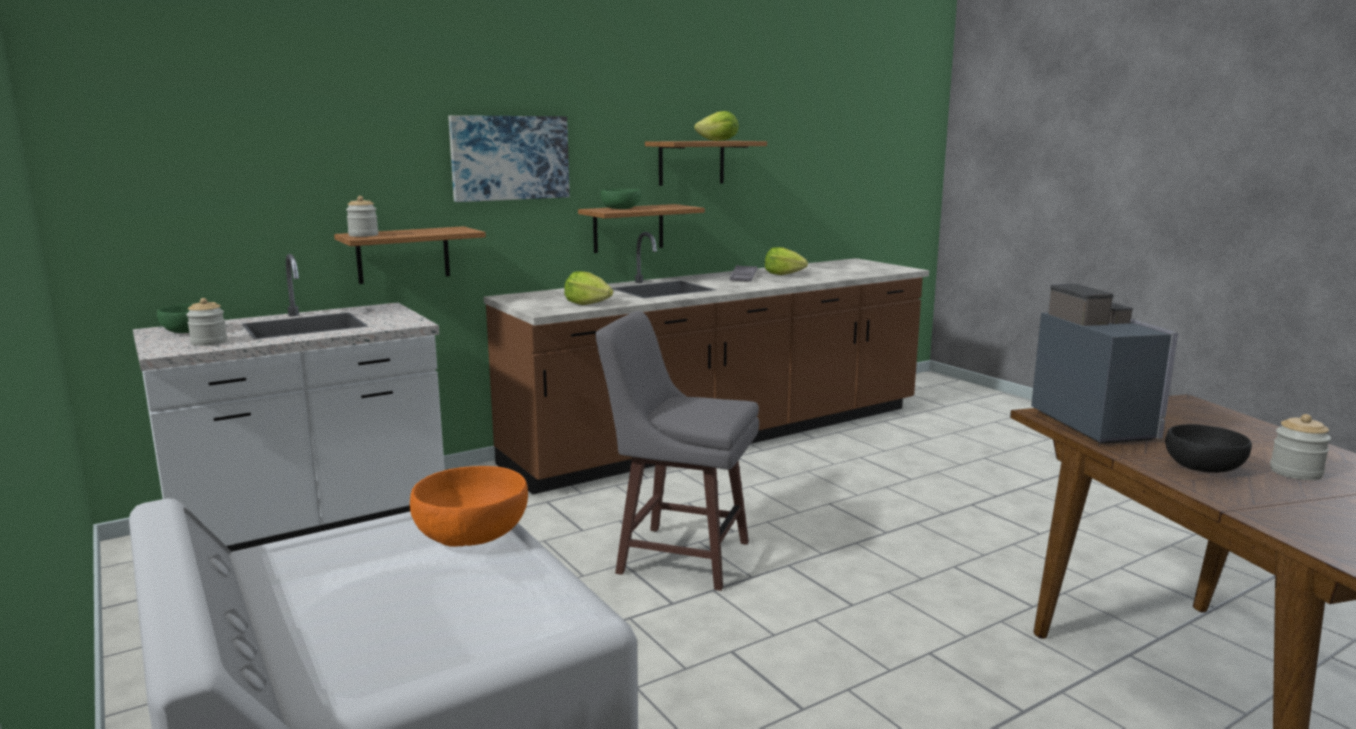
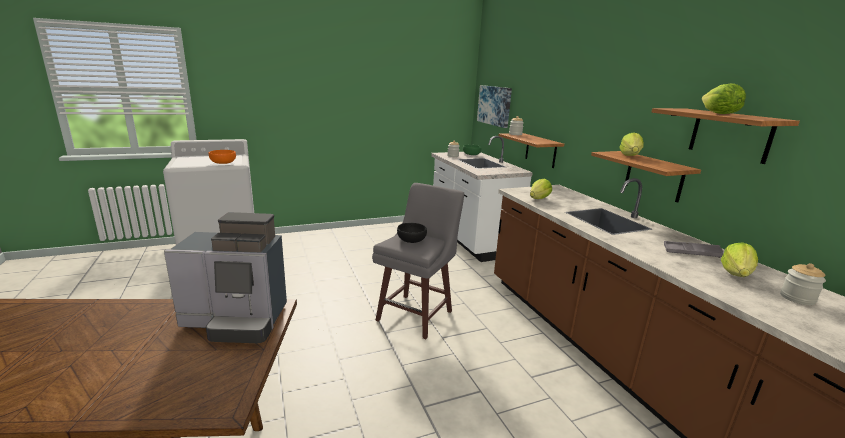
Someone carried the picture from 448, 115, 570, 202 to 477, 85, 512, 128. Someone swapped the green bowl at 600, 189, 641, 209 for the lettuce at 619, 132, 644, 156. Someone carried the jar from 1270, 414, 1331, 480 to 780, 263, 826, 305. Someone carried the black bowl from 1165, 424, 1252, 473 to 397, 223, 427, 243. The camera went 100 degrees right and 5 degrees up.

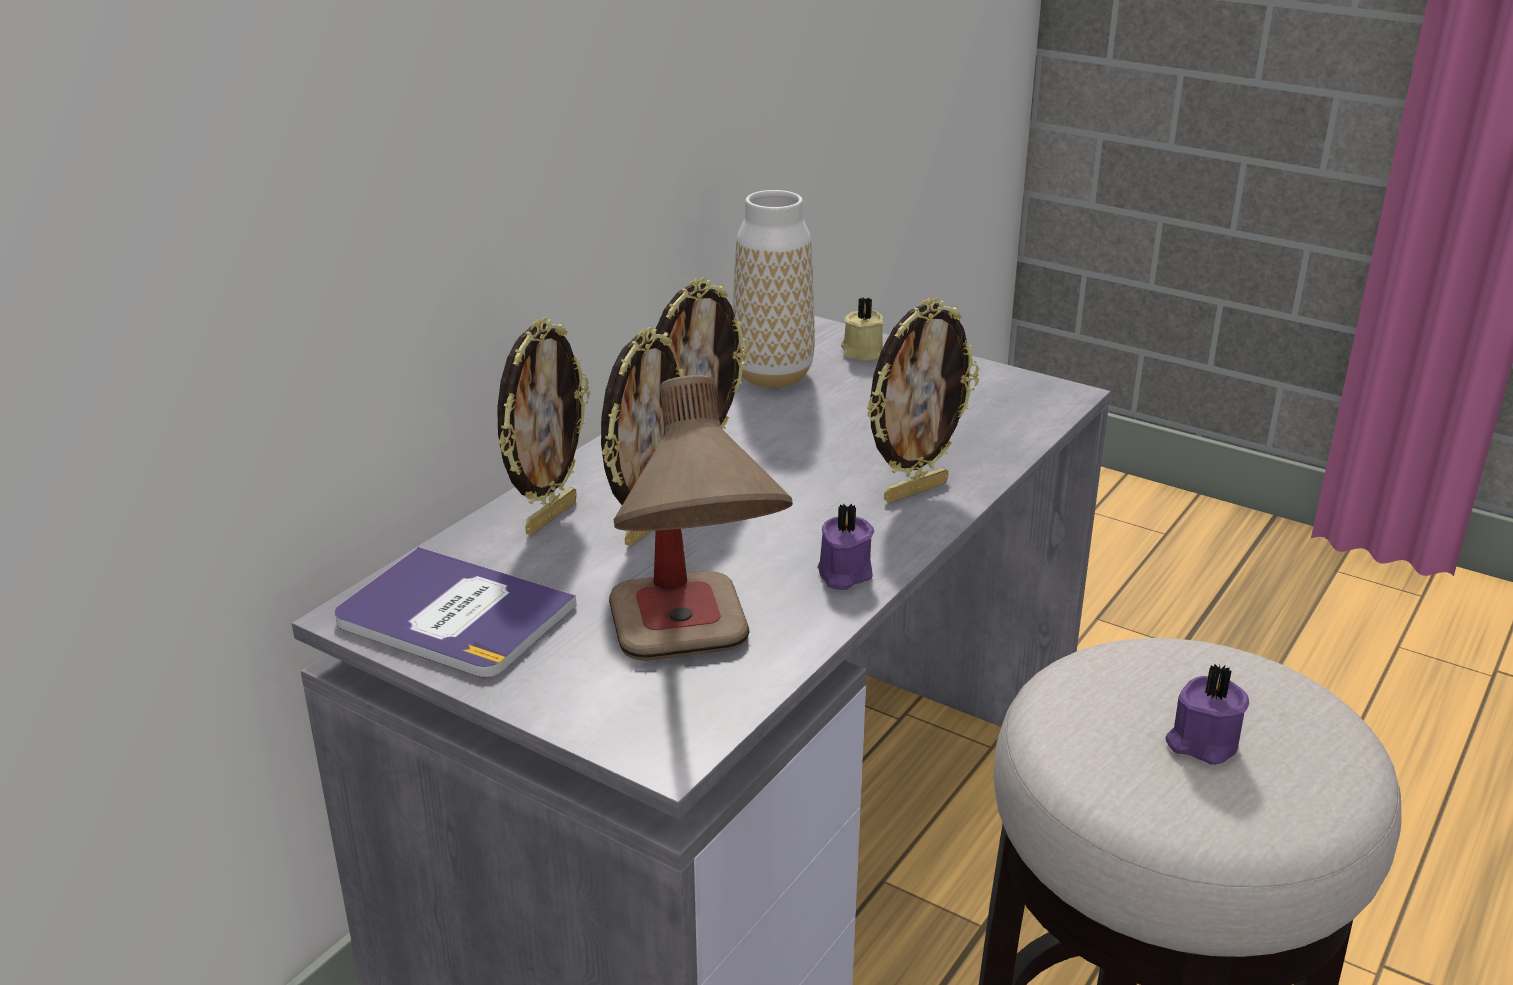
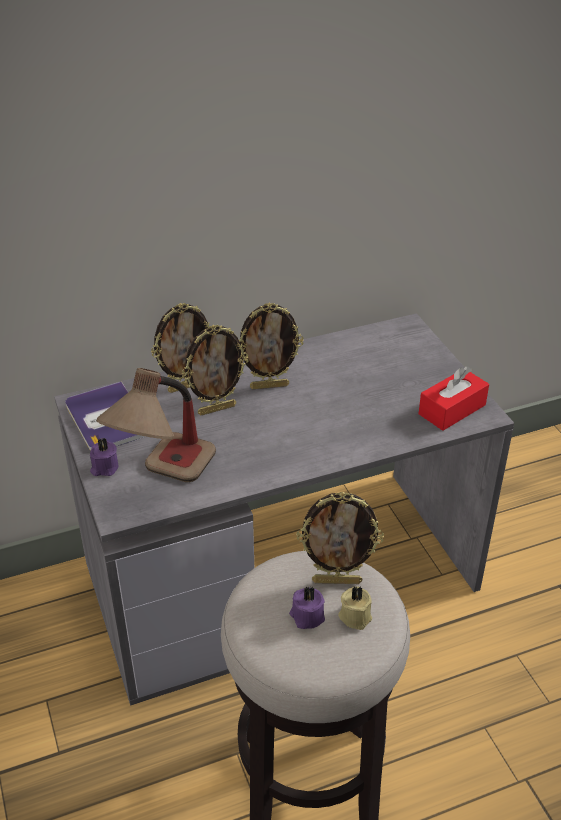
Someone took away the vase at 733, 190, 815, 388. Someone carried the beige candle from 841, 298, 884, 361 to 338, 586, 372, 630. Someone carried the picture frame from 866, 298, 979, 503 to 296, 491, 384, 584. Someone carried the purple candle from 817, 503, 874, 590 to 90, 438, 119, 476. Someone put down the red tissue box at 419, 366, 489, 431. The camera went 35 degrees right and 10 degrees up.

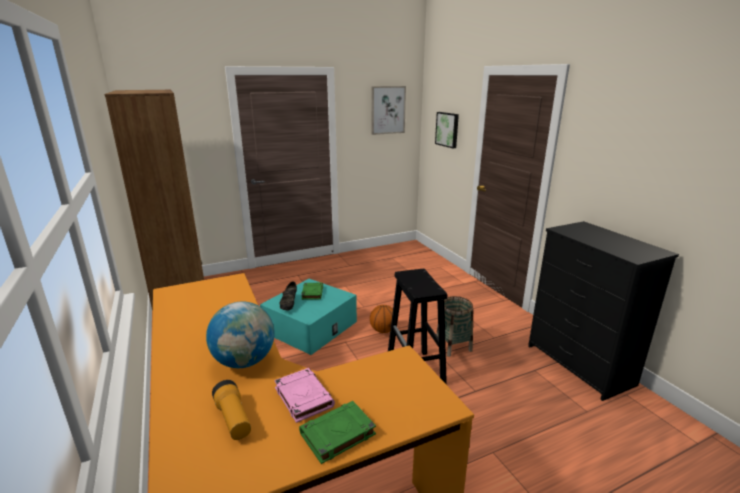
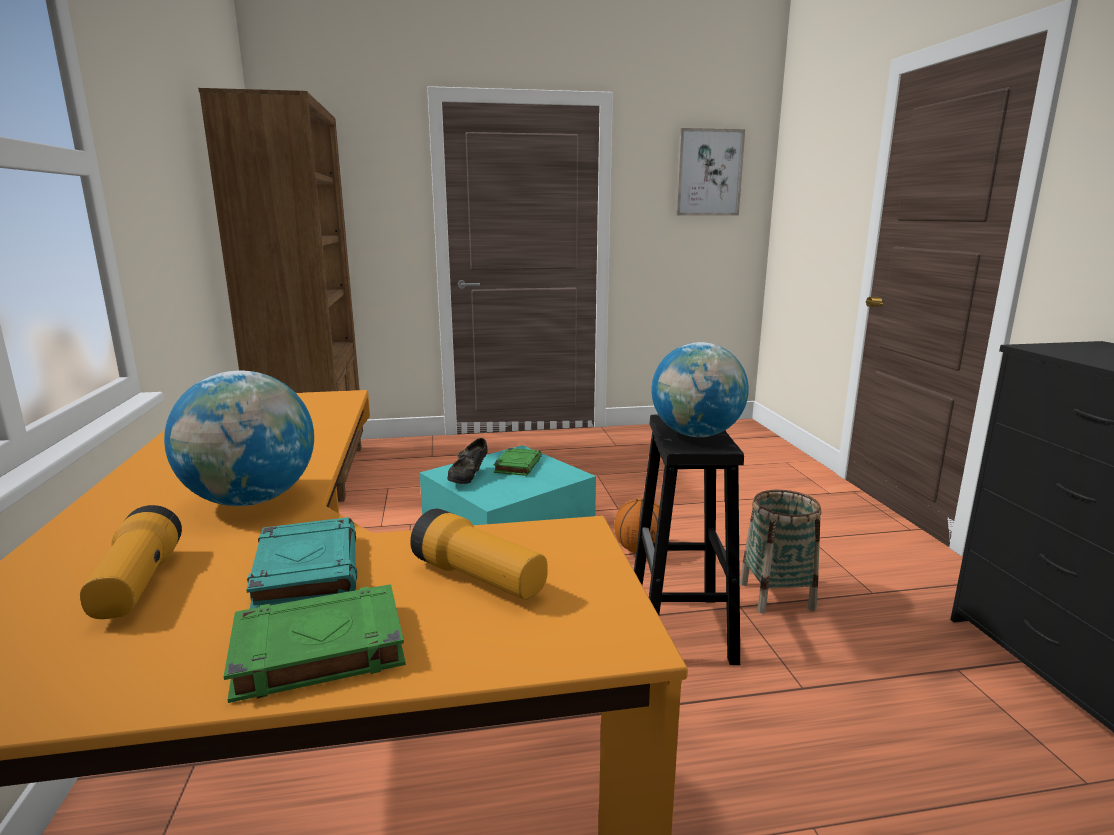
Someone took away the picture at 435, 112, 459, 148. Someone repainted the pink book at 274, 368, 335, 423, which became the turquoise book at 246, 517, 357, 609. Someone put down the globe at 651, 342, 749, 437. Someone put down the flashlight at 410, 509, 548, 600. The camera went 15 degrees right and 5 degrees down.

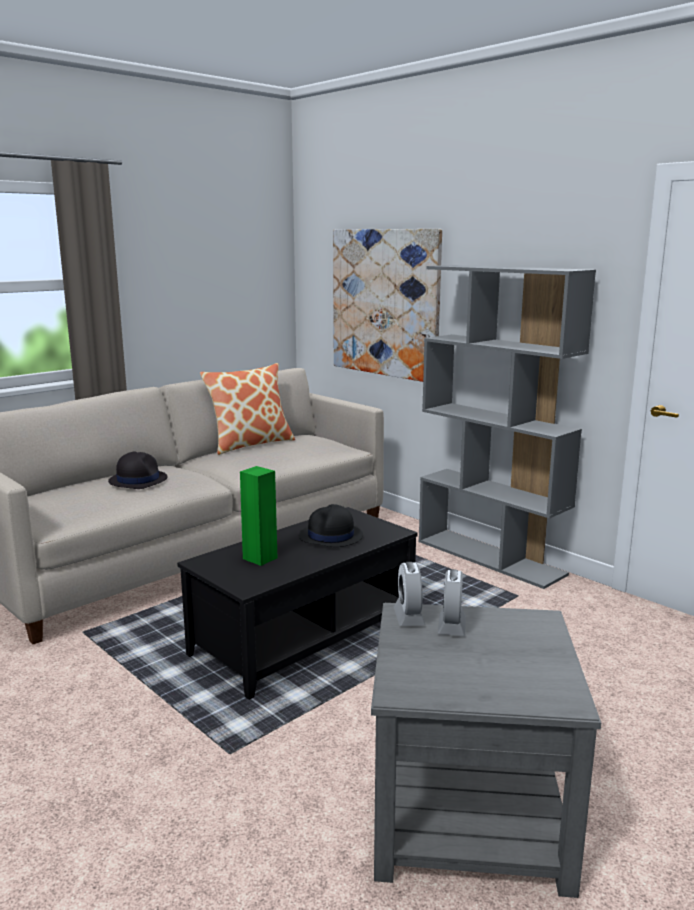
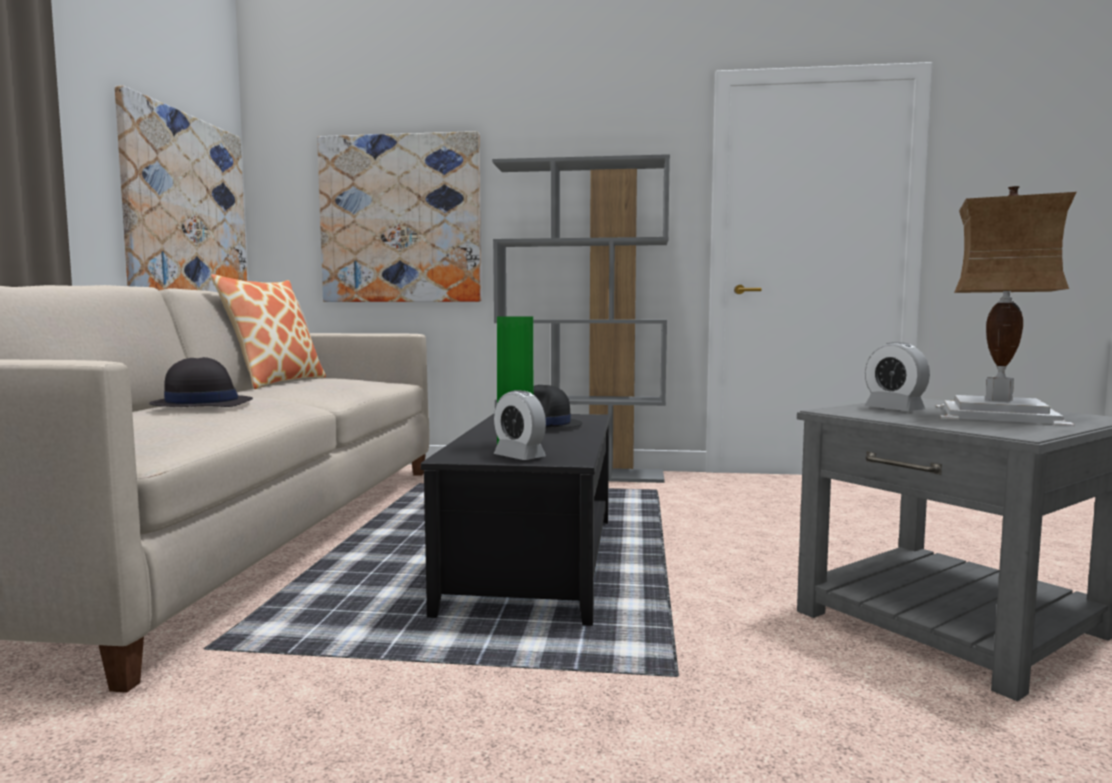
Someone carried the alarm clock from 394, 562, 426, 626 to 494, 390, 546, 460. Someone put up the picture at 115, 85, 247, 292. Someone put down the table lamp at 936, 186, 1077, 426. The camera went 40 degrees left and 10 degrees down.

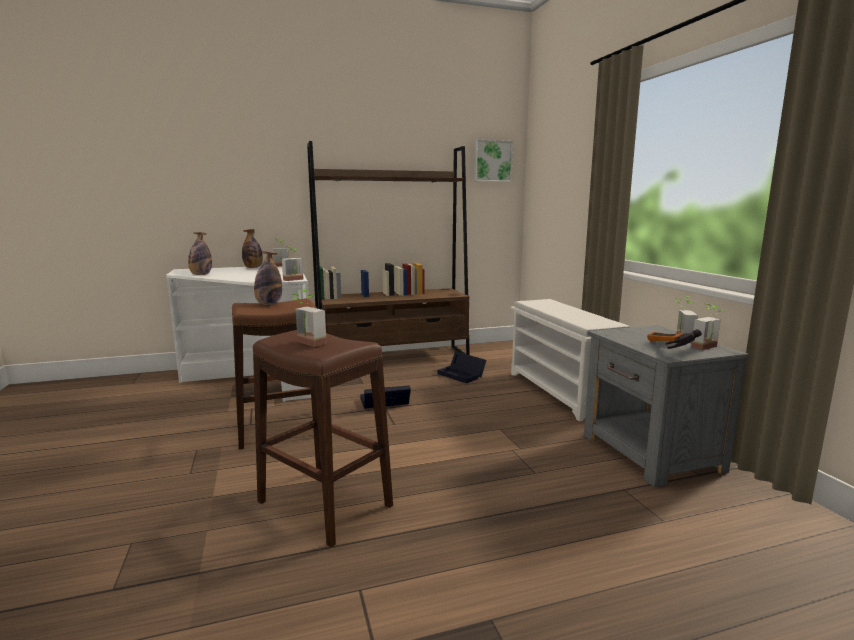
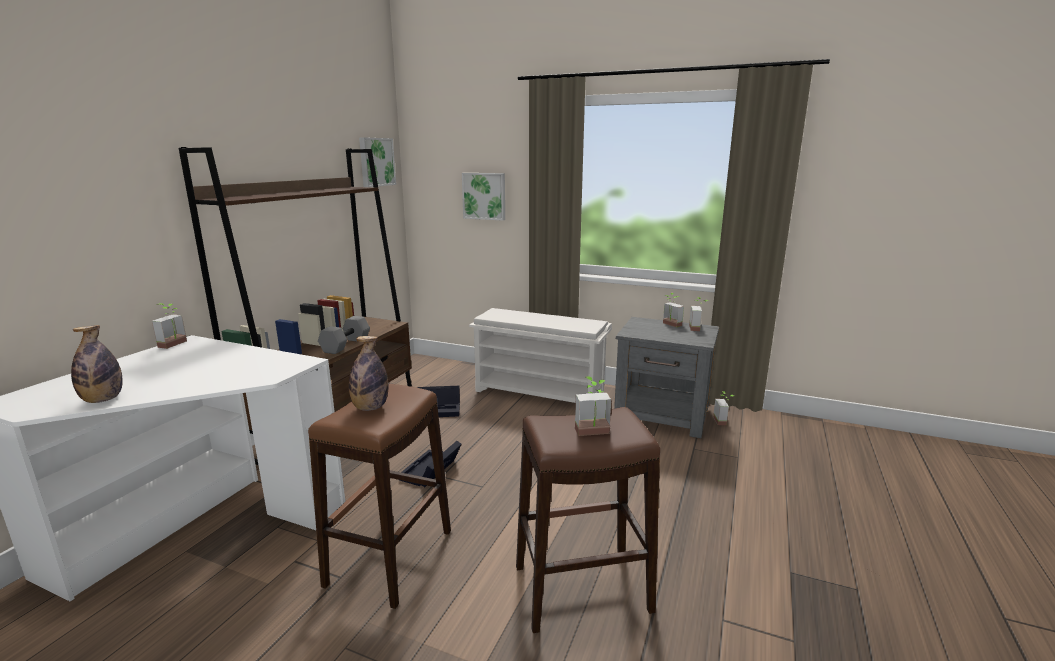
Someone took away the bottle at 242, 229, 263, 268. Someone carried the potted plant from 282, 247, 304, 281 to 713, 391, 735, 425. Someone took away the hammer at 647, 329, 702, 349. Someone put up the picture at 462, 173, 505, 221. Someone put down the grey dumbbell at 318, 316, 370, 354. The camera went 50 degrees left and 5 degrees up.

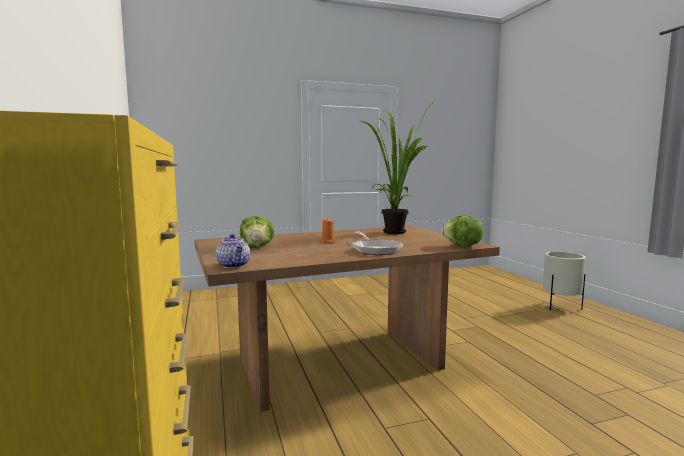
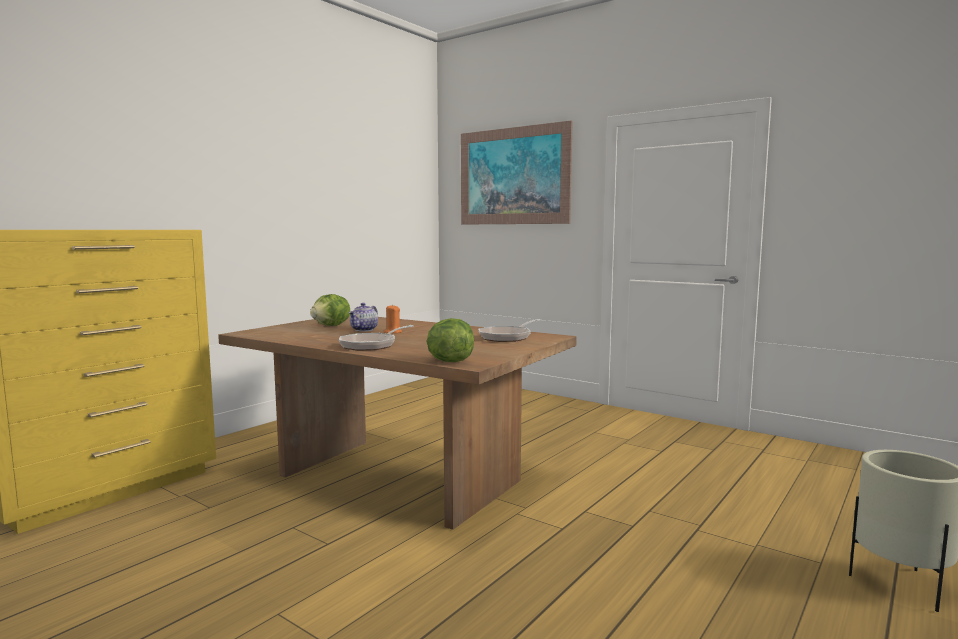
Someone swapped the potted plant at 360, 102, 433, 234 for the frying pan at 478, 319, 542, 342. Someone carried the teapot from 216, 234, 250, 269 to 349, 303, 378, 332. Someone put up the picture at 461, 121, 573, 224. The camera went 55 degrees right and 0 degrees up.

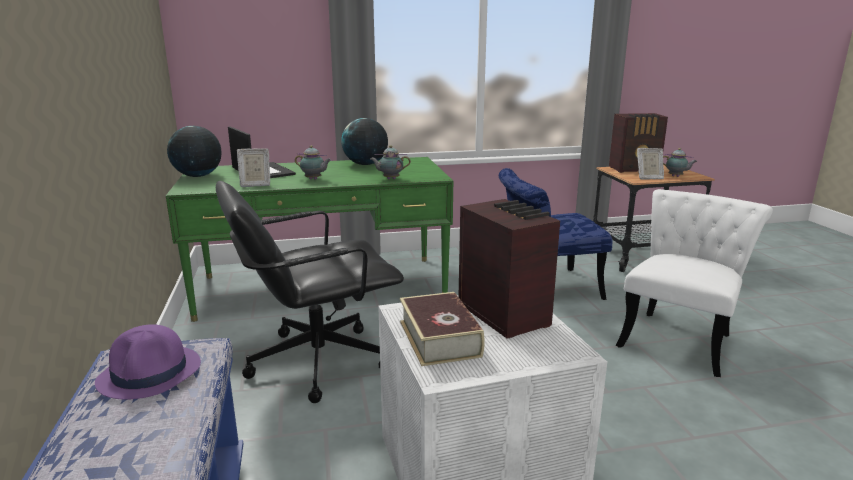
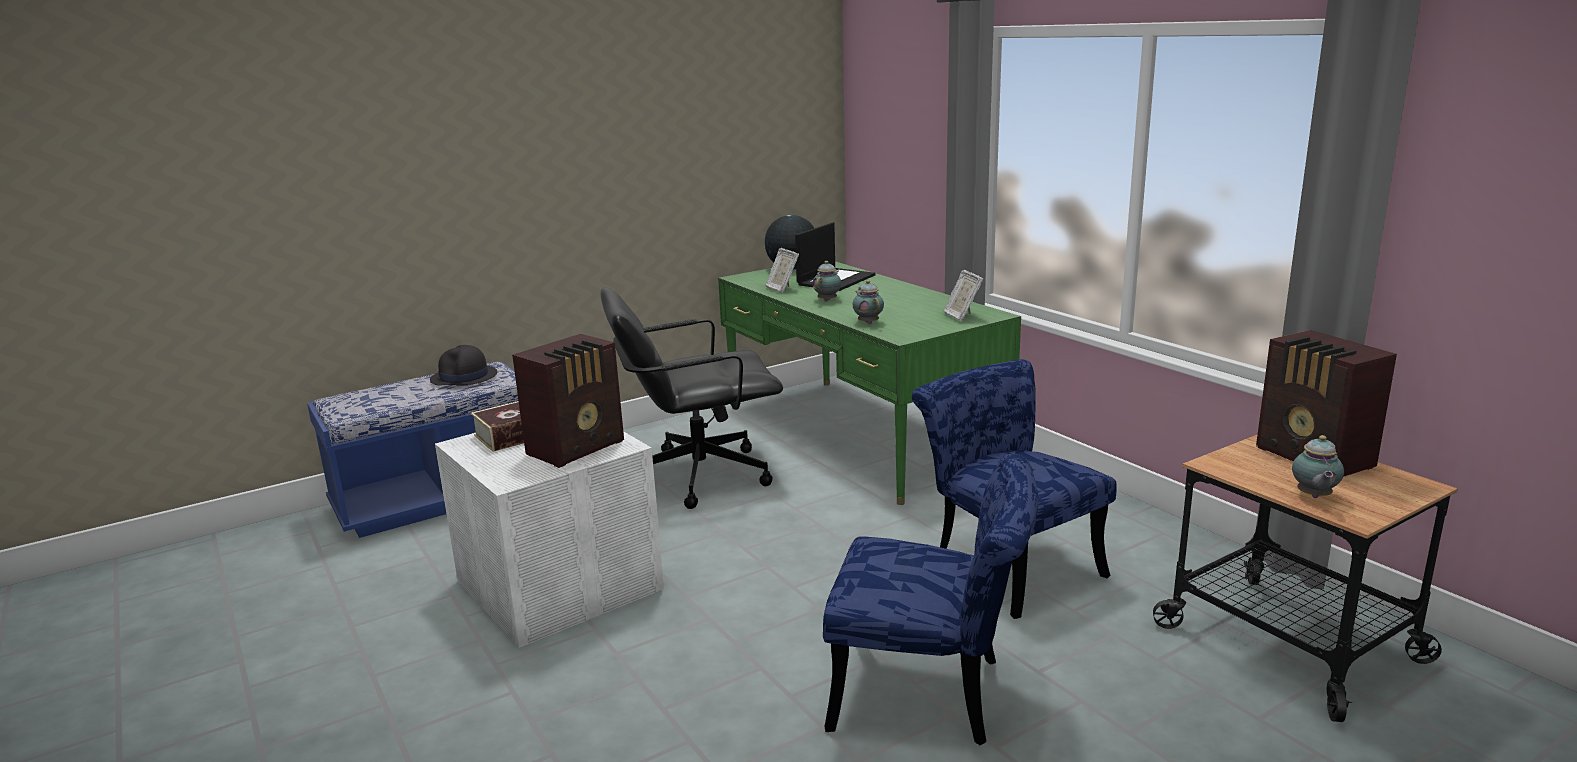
Someone took away the globe at 341, 118, 388, 165. Someone rotated the teapot at 295, 145, 331, 180 by 150 degrees counterclockwise. Someone carried the picture frame from 637, 148, 664, 180 to 944, 270, 983, 321. Someone rotated the black office chair at 216, 181, 404, 403 by 60 degrees counterclockwise. Someone repainted the white chair at 616, 189, 773, 377, which became the blue chair at 823, 453, 1038, 745. Someone repainted the purple hat at 95, 324, 201, 400, which became the black hat at 430, 345, 498, 385. The camera went 70 degrees right and 0 degrees up.

